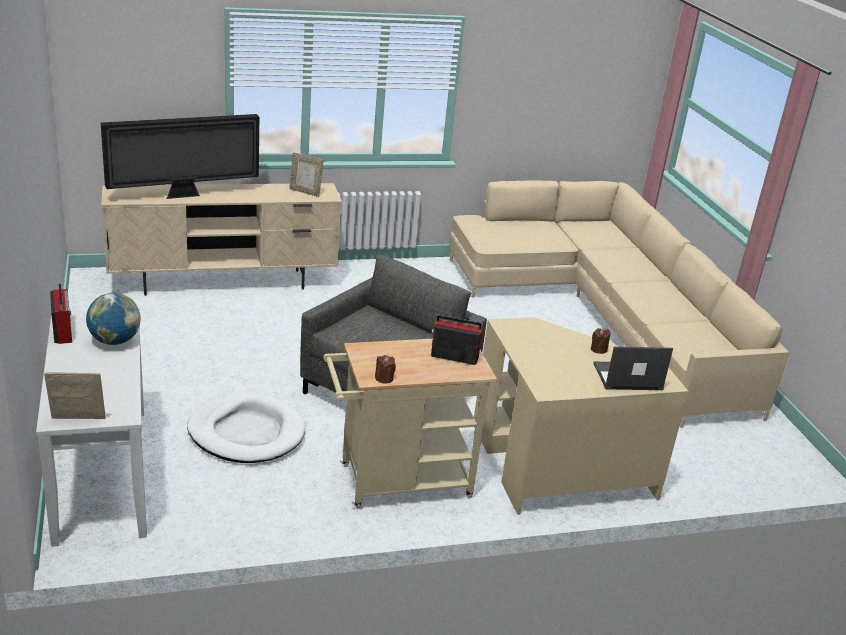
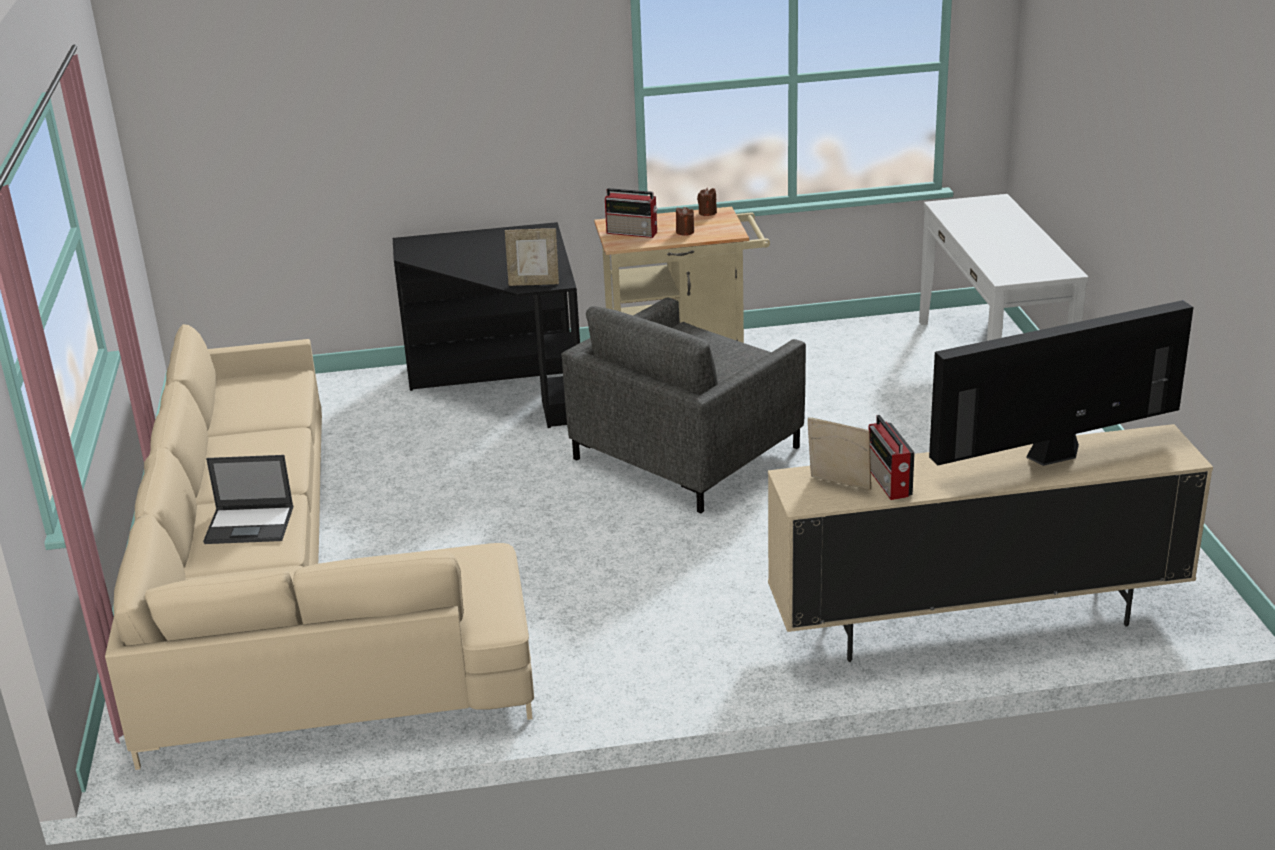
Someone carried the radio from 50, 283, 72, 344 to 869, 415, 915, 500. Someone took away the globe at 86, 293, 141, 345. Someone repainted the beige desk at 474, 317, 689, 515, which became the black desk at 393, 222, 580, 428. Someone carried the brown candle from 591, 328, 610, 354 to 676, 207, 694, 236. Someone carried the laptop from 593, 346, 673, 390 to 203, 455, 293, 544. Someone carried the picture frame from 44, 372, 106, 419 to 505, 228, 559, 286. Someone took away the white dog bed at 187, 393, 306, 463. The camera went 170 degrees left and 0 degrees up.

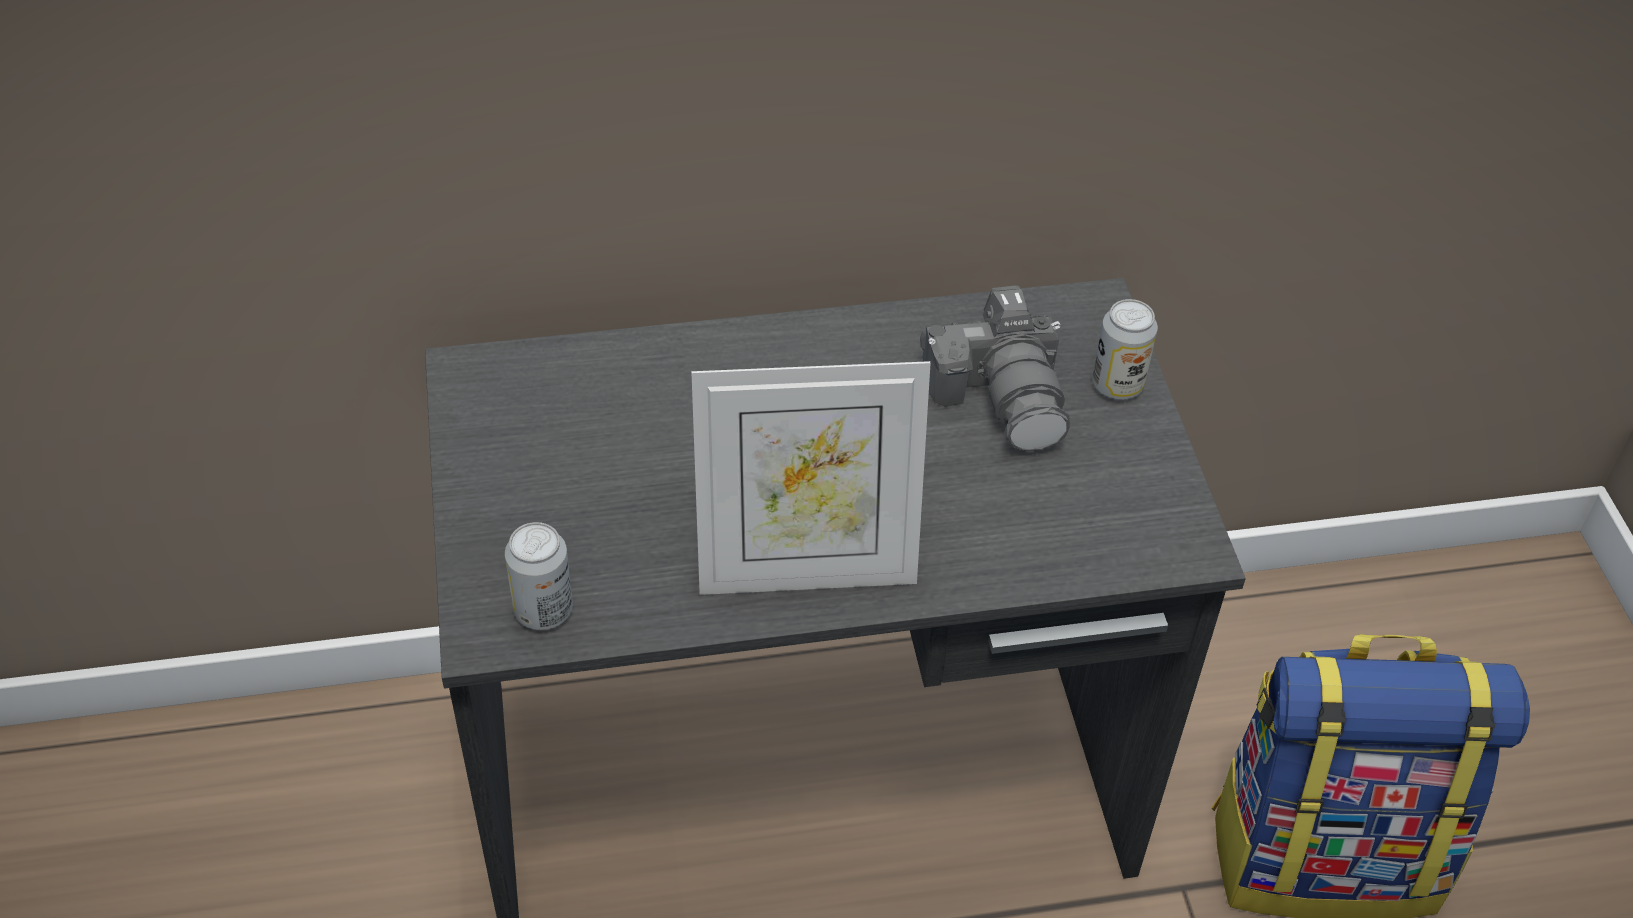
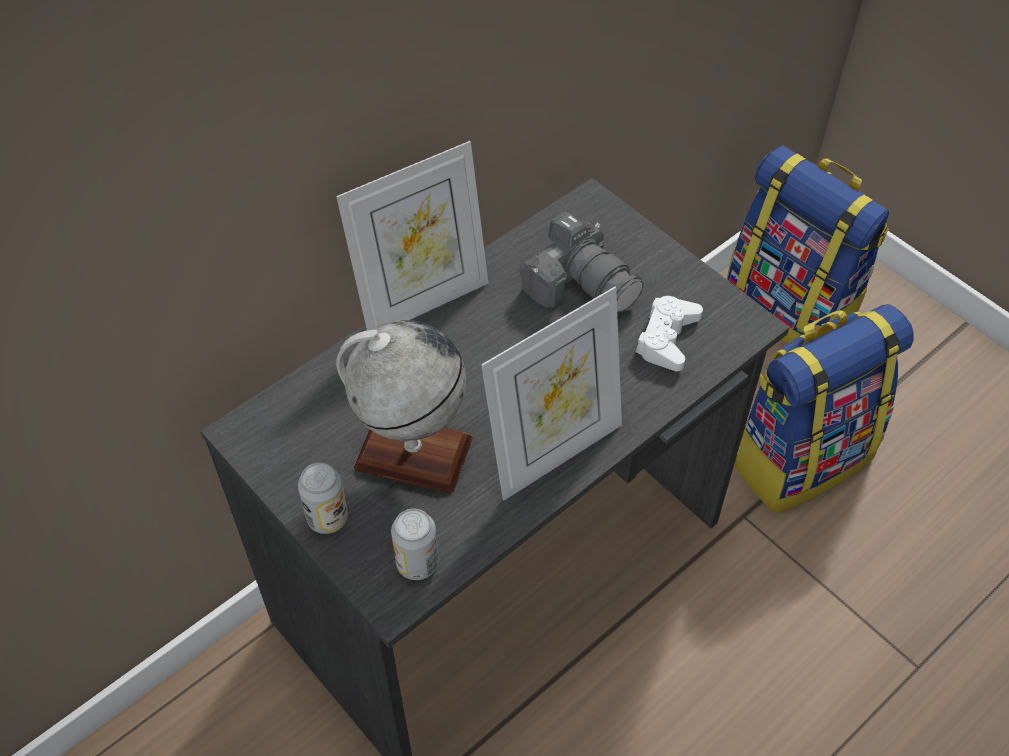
Someone carried the can from 1092, 299, 1158, 400 to 298, 463, 348, 534. Someone put down the picture frame at 336, 141, 489, 331. Someone put down the backpack at 727, 146, 889, 344. Someone put down the white game controller at 635, 296, 703, 371. Someone put down the globe at 336, 320, 473, 494. The camera went 30 degrees left and 5 degrees up.

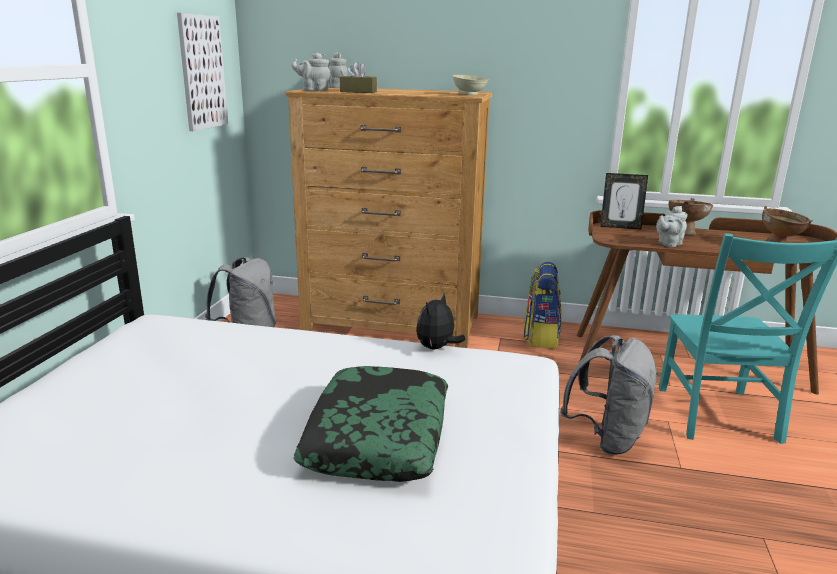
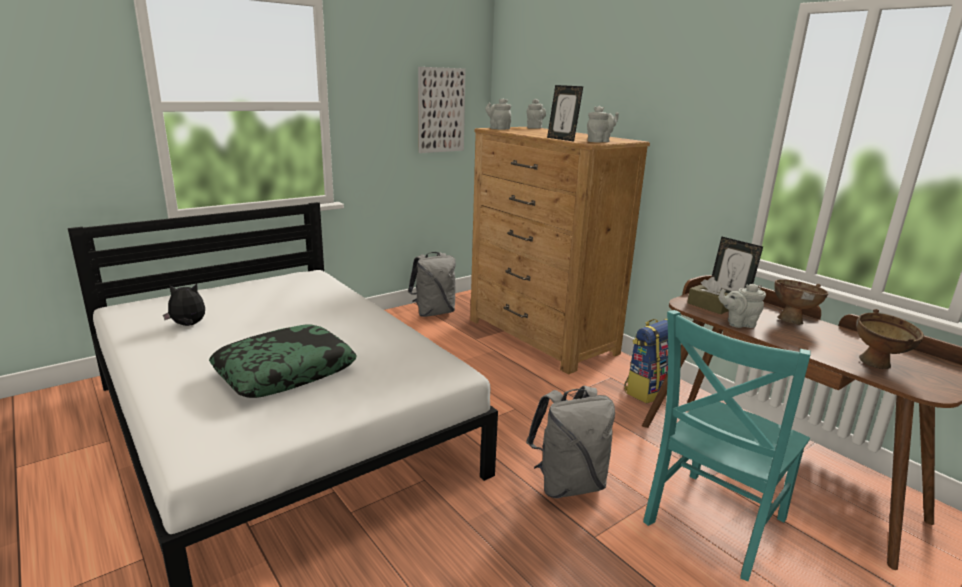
Someone carried the brown tissue box from 340, 62, 377, 93 to 687, 277, 729, 314. Someone swapped the beige bowl at 453, 75, 489, 95 for the grey teapot at 587, 106, 619, 142. Someone carried the plush toy from 416, 293, 466, 349 to 163, 284, 205, 326. Someone put down the picture frame at 547, 85, 583, 142. The camera went 40 degrees right and 0 degrees up.

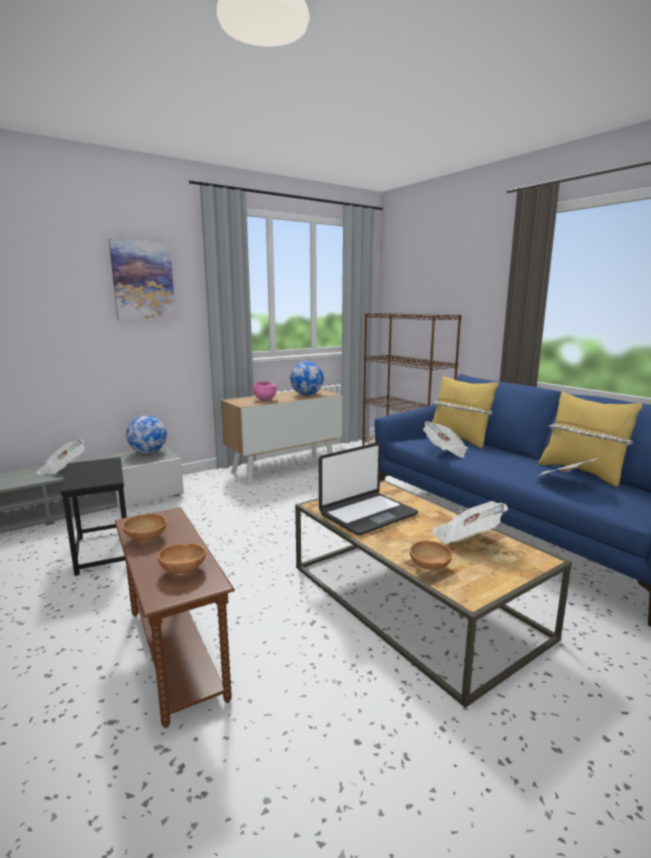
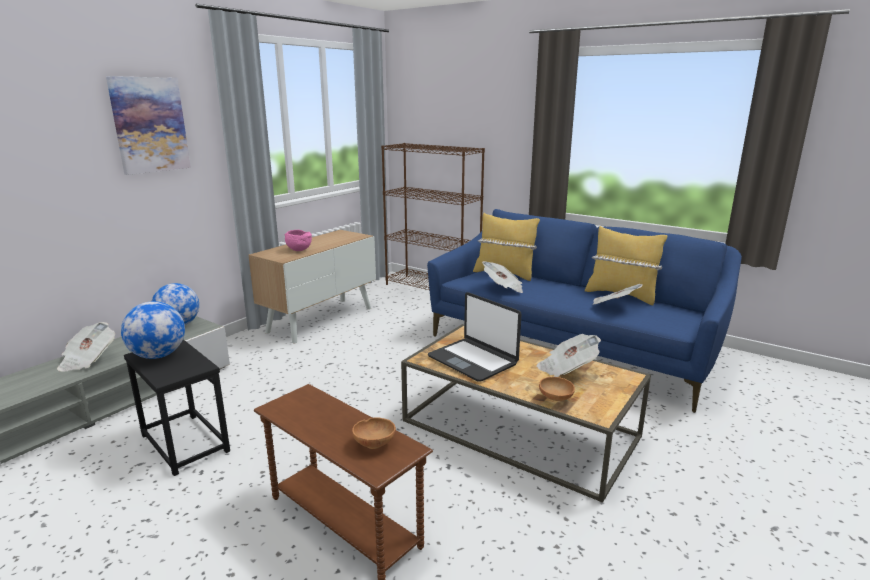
Someone carried the globe from 290, 361, 324, 395 to 121, 301, 185, 359. Someone rotated the laptop at 319, 442, 418, 535 by 105 degrees clockwise. Someone took away the brown bowl at 123, 514, 167, 541. The camera went 20 degrees left and 5 degrees up.

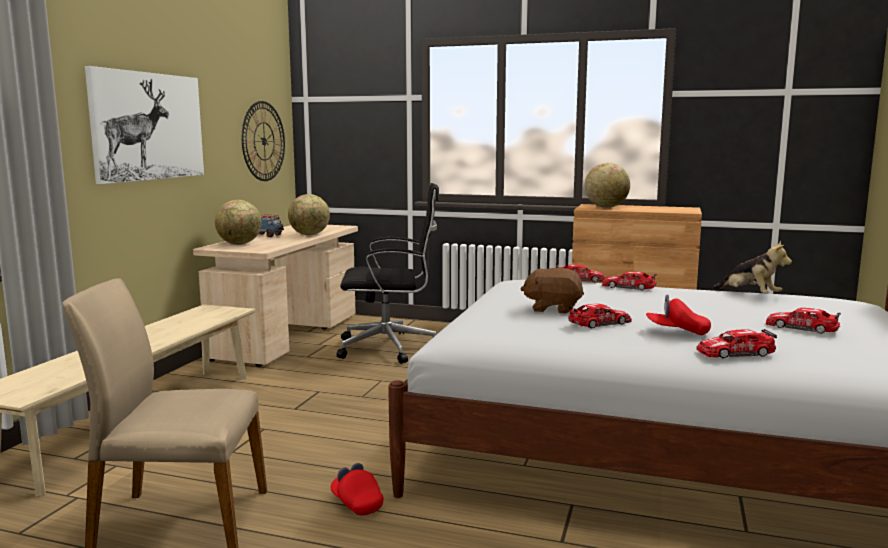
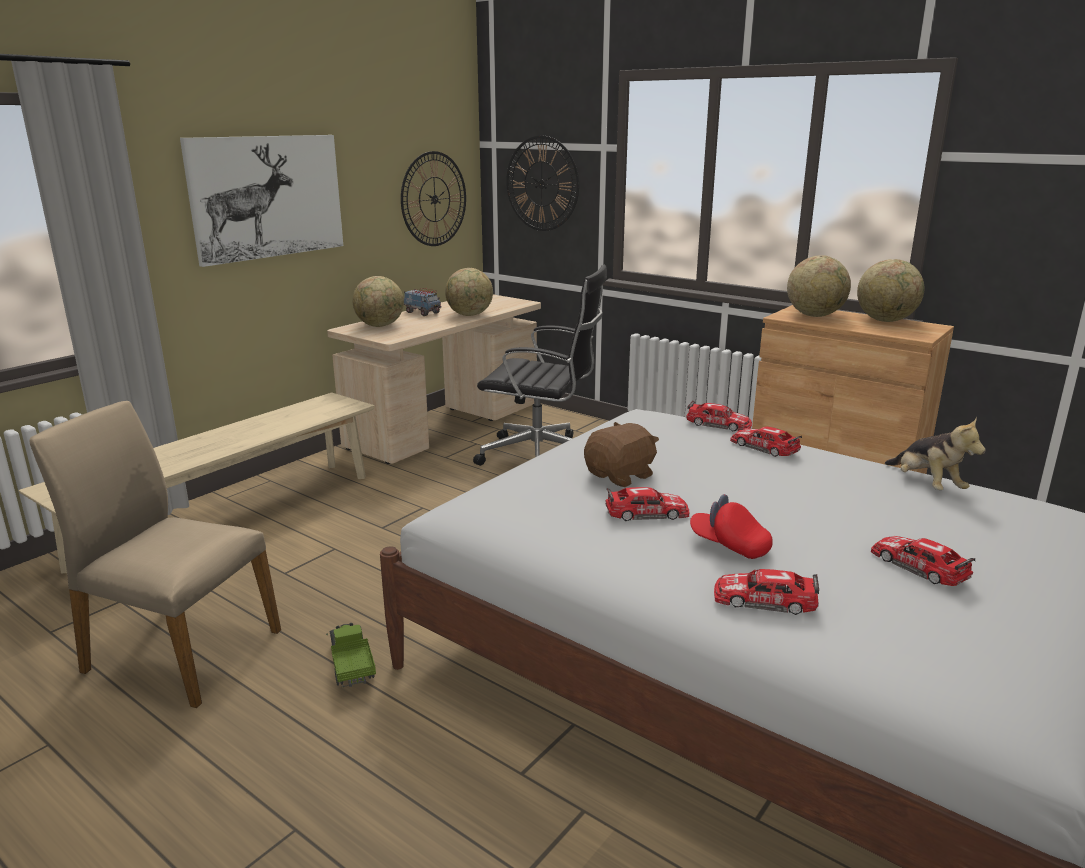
Someone rotated the brown plush toy at 520, 268, 584, 314 by 105 degrees clockwise. Someone swapped the red cap at 331, 463, 383, 515 for the toy truck at 326, 623, 376, 687. Someone put up the wall clock at 506, 136, 579, 231. Someone put down the globe at 857, 259, 924, 322. The camera went 20 degrees right and 10 degrees up.

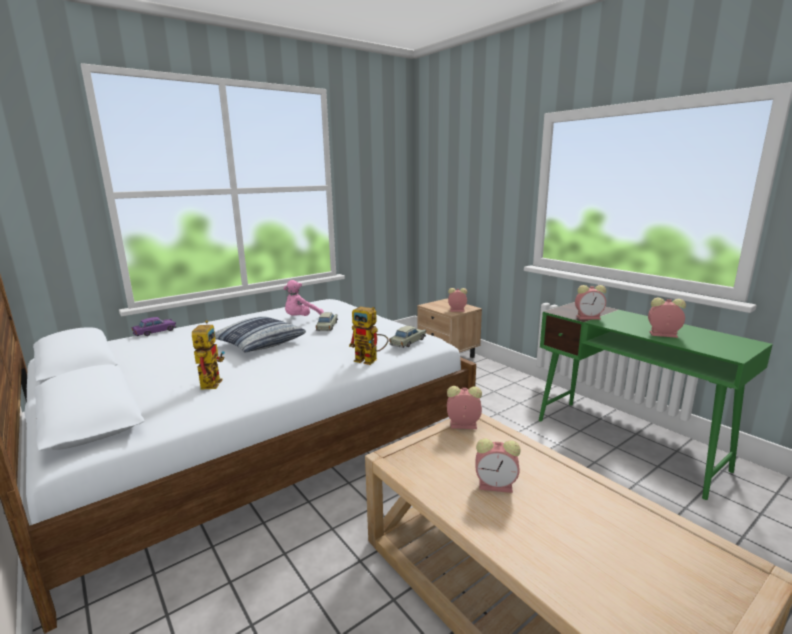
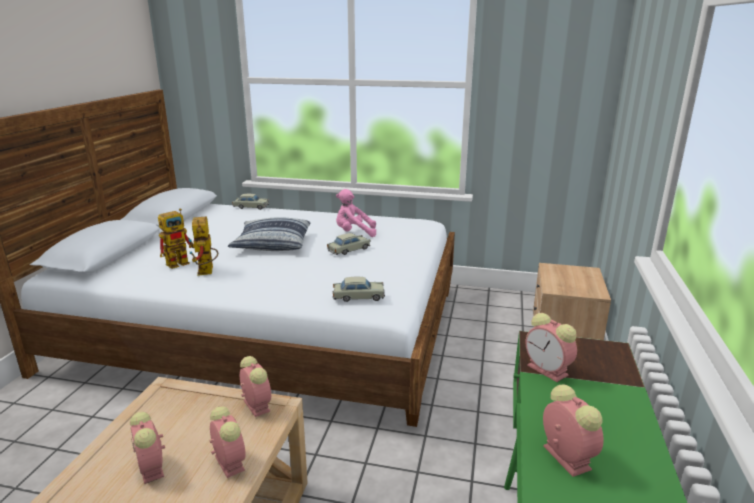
Someone carried the alarm clock from 448, 288, 467, 312 to 210, 406, 246, 478. Someone carried the toy robot from 349, 307, 389, 365 to 189, 217, 218, 276. Someone repainted the purple toy car at 131, 317, 176, 336, which became the beige toy car at 232, 194, 269, 210. The camera went 50 degrees right and 5 degrees up.

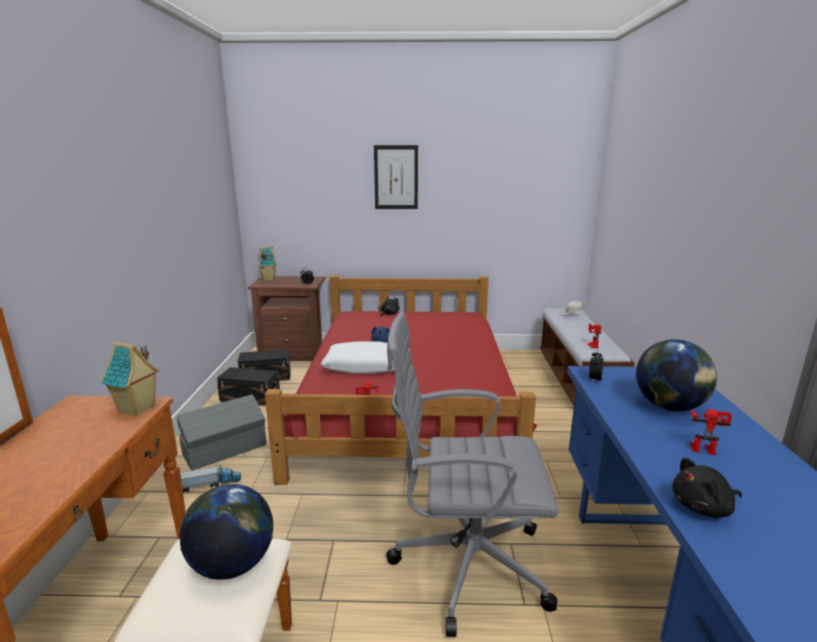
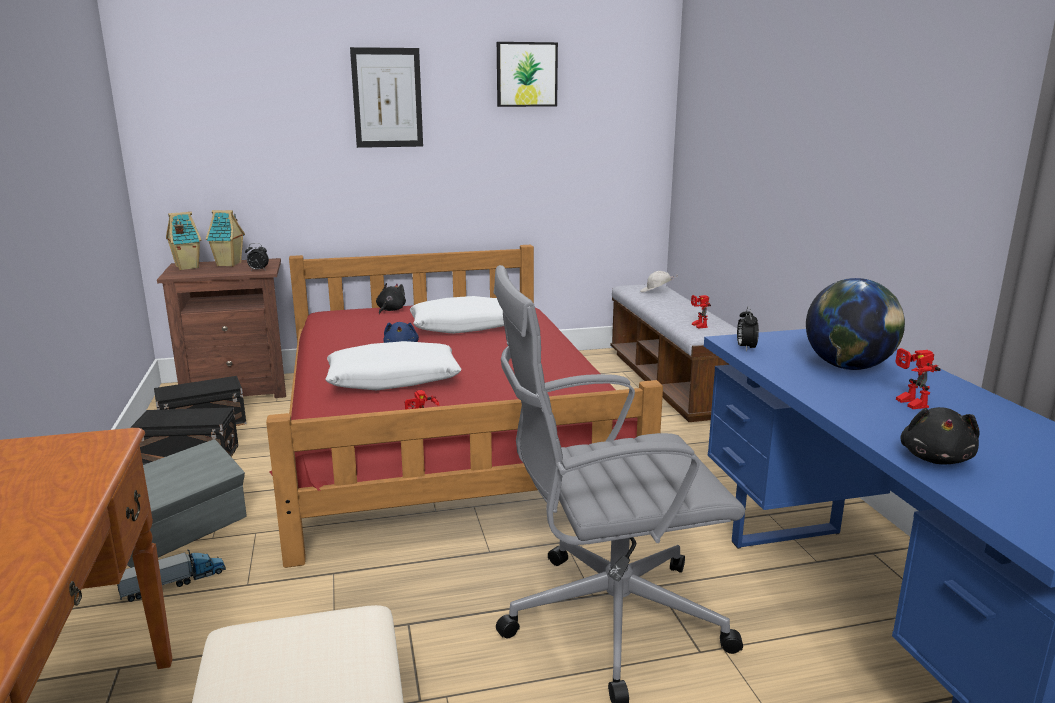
Someone carried the toy house from 100, 342, 160, 416 to 206, 210, 245, 267. Someone rotated the toy robot at 690, 409, 732, 455 by 105 degrees counterclockwise. Someone rotated the black plush toy at 672, 458, 742, 518 by 45 degrees counterclockwise. Someone took away the globe at 180, 484, 273, 580. Someone put up the picture at 497, 42, 558, 107. Someone put down the white pillow at 410, 296, 504, 334. The camera went 15 degrees left and 0 degrees up.

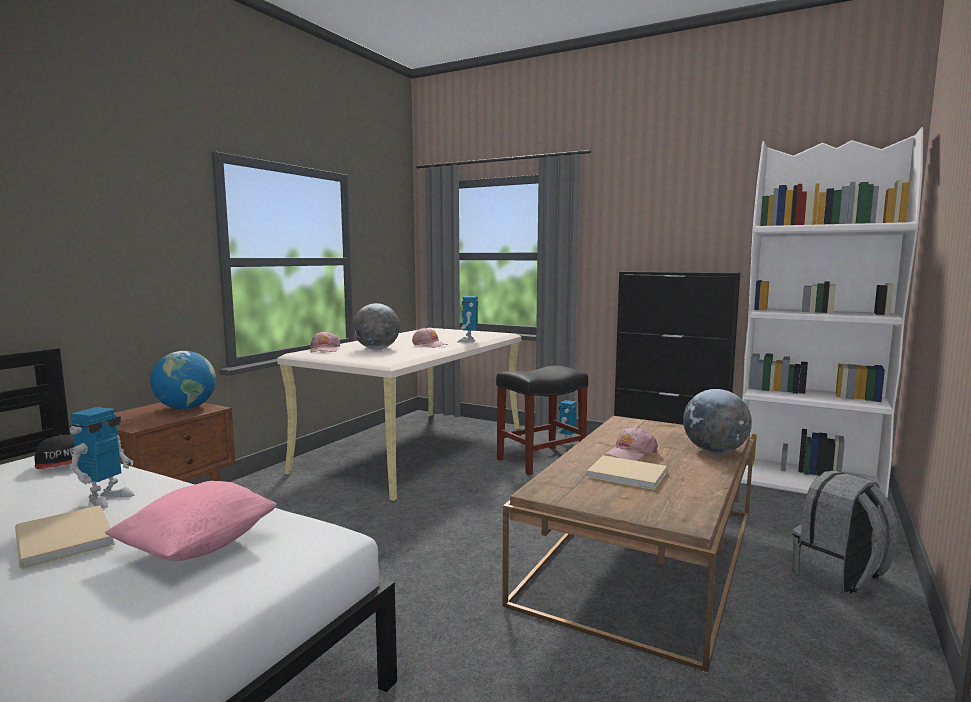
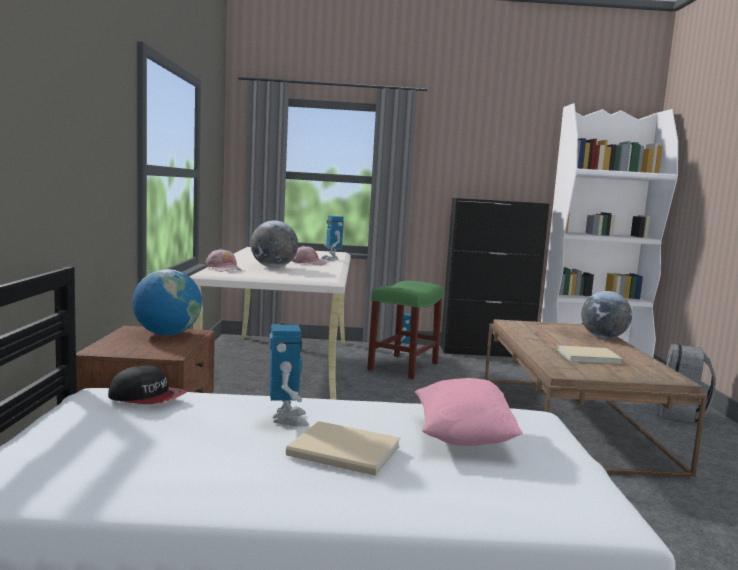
Someone repainted the black stool at 496, 366, 588, 475, which became the green stool at 367, 281, 443, 379. Someone took away the pink cap at 605, 427, 658, 461. The camera went 30 degrees left and 0 degrees up.

